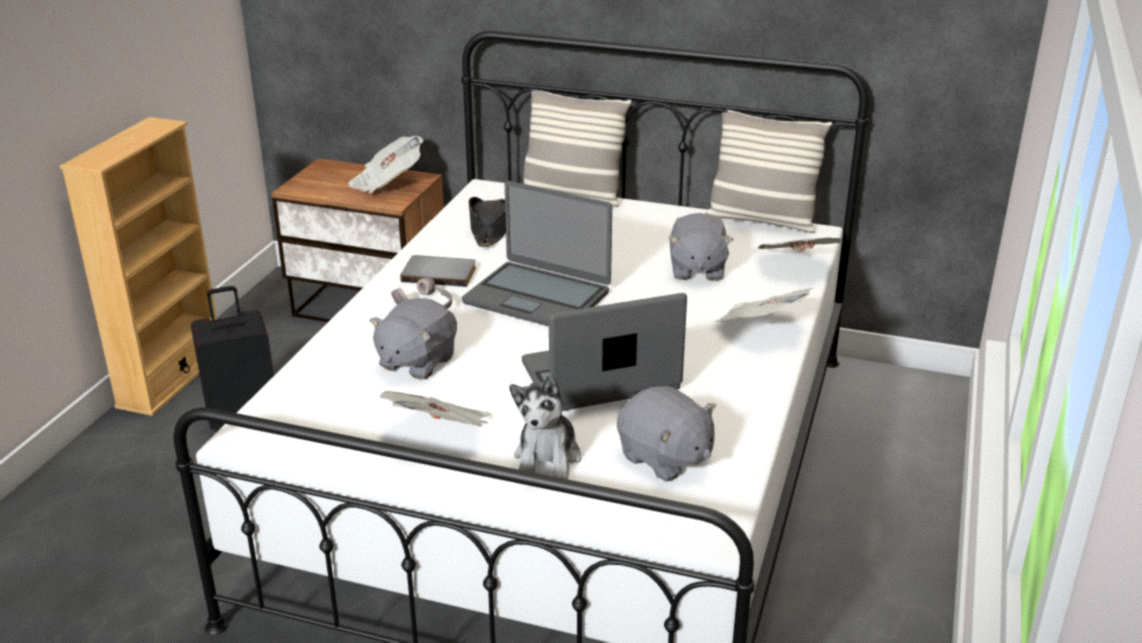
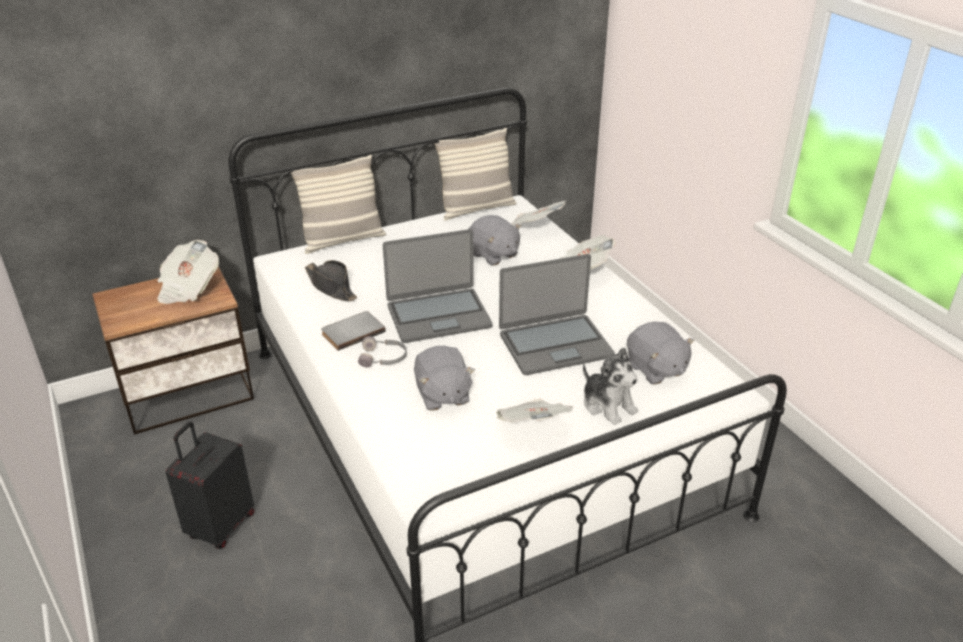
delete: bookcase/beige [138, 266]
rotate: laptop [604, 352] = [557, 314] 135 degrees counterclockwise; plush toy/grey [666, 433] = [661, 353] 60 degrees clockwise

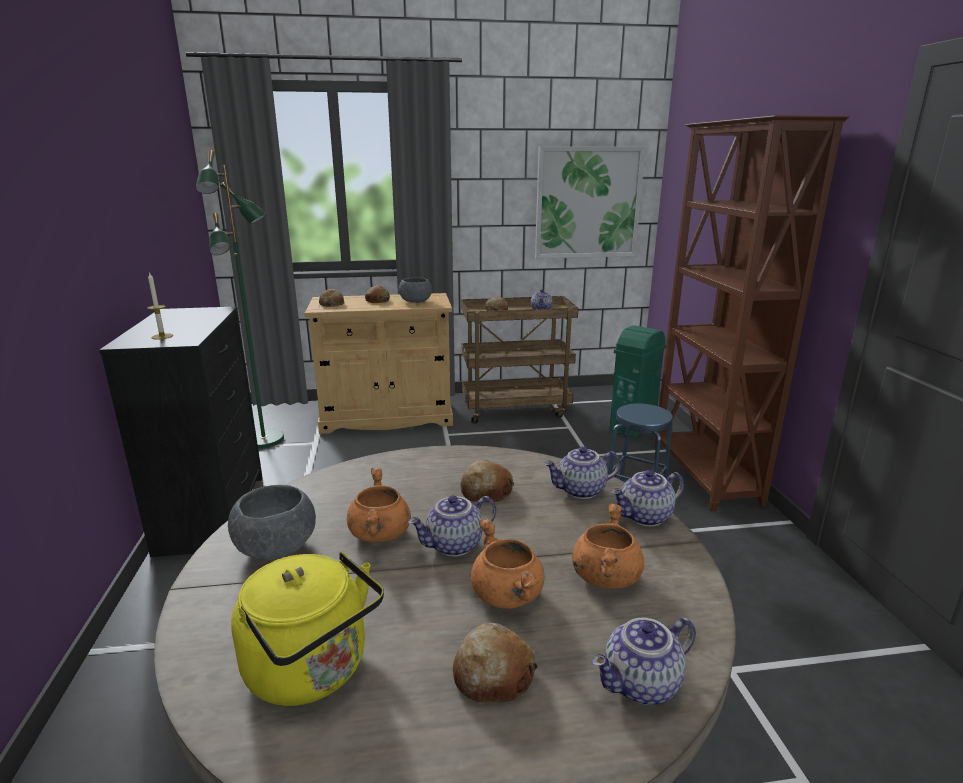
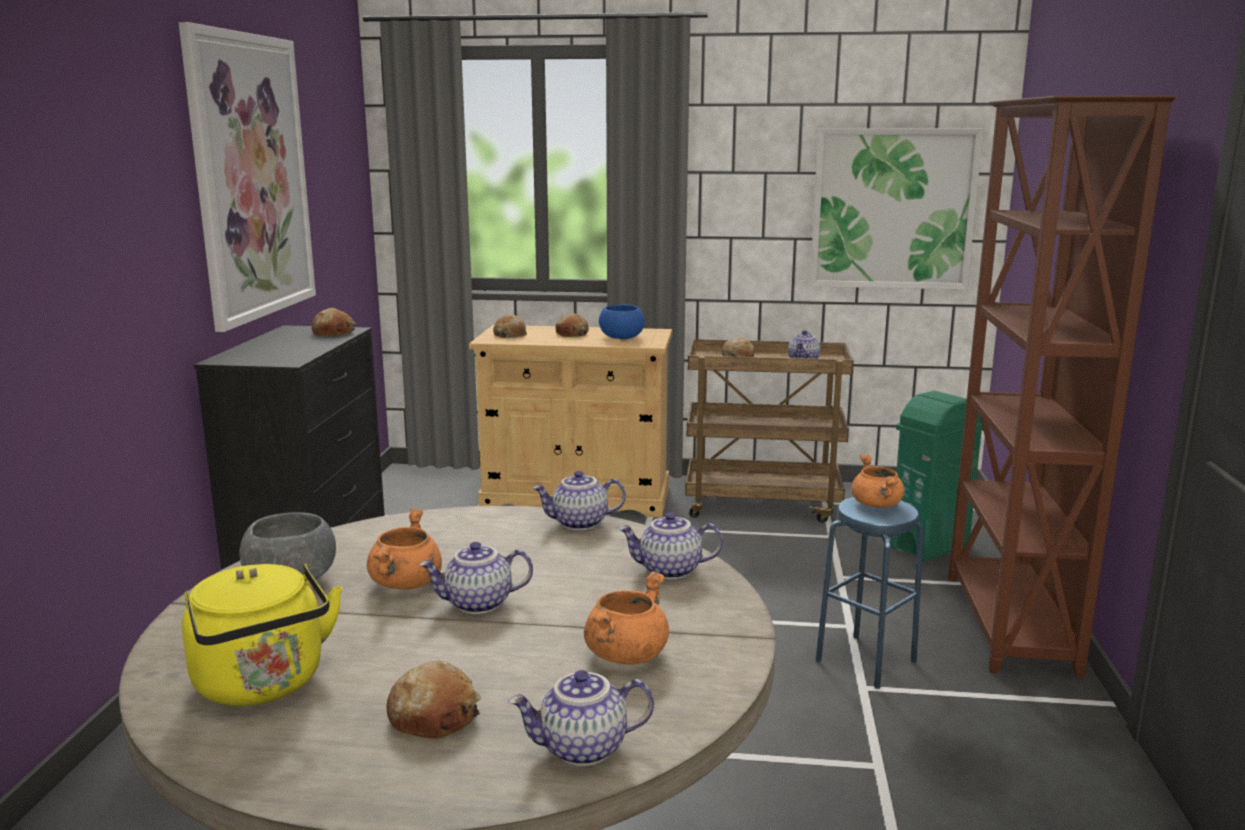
delete: candle [160, 306]; floor lamp/green [239, 299]
insert: picture [247, 177]
move: bread [487, 480] to [334, 322]; cooking pot/orange [508, 564] to [877, 481]; teapot [647, 498] to [579, 500]
recolor: bowl/grey [415, 290] to bowl/blue [622, 321]

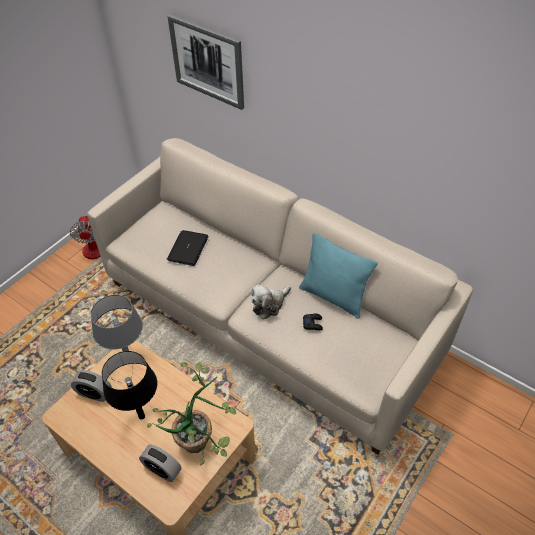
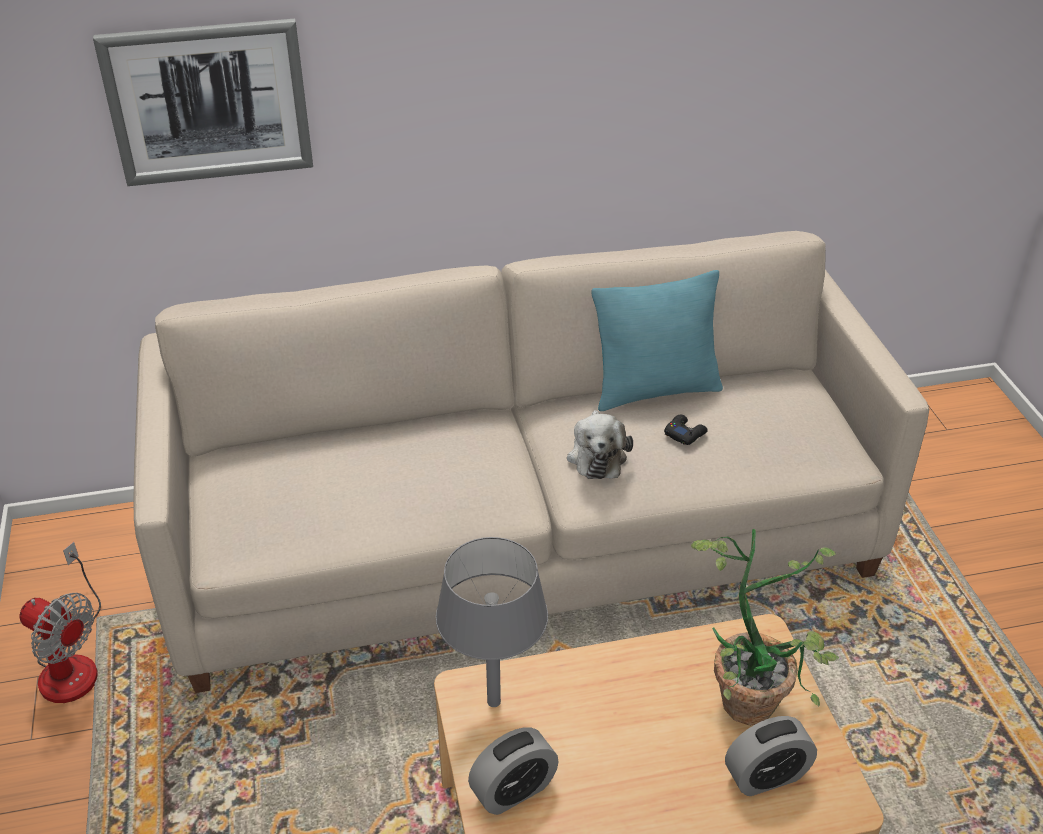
delete: table lamp/black [129, 385]; laptop [188, 248]

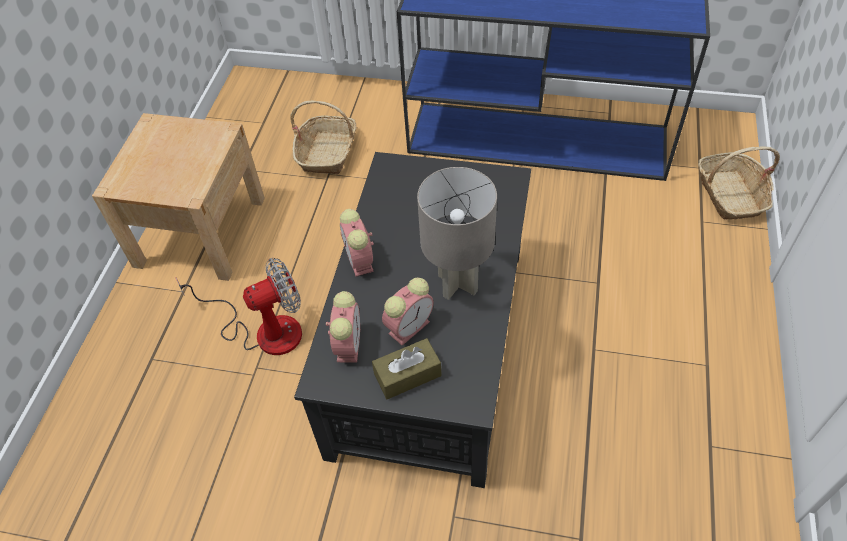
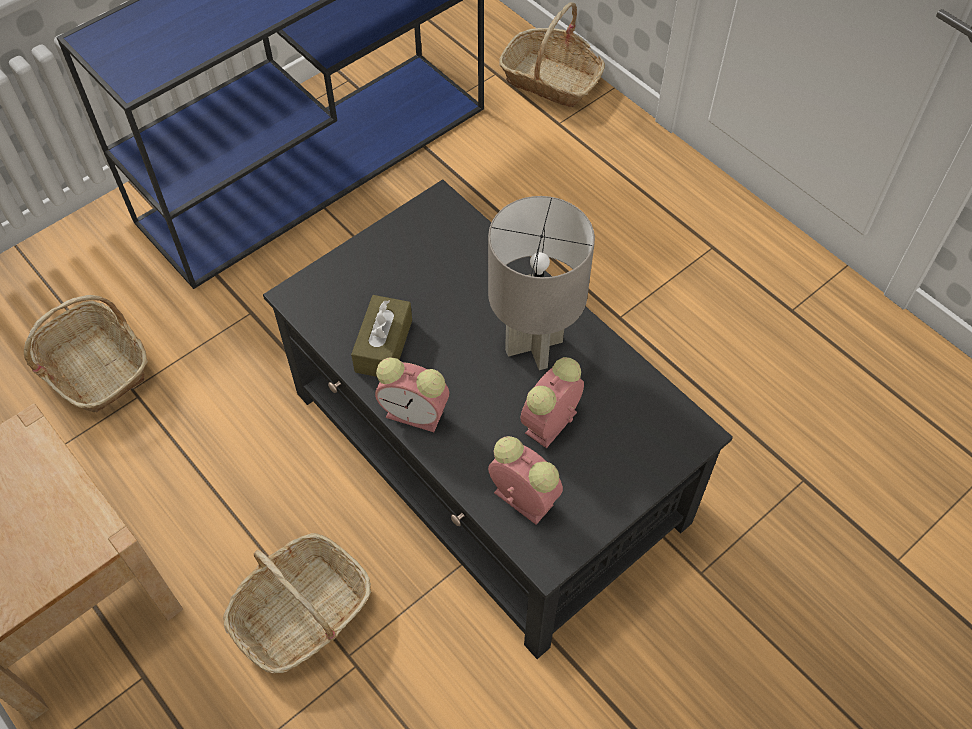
move: tissue box/brown [407, 368] to [381, 336]
replace: fan [238, 306] to basket [297, 603]
rotate: alarm clock [407, 312] = [552, 402] 135 degrees counterclockwise

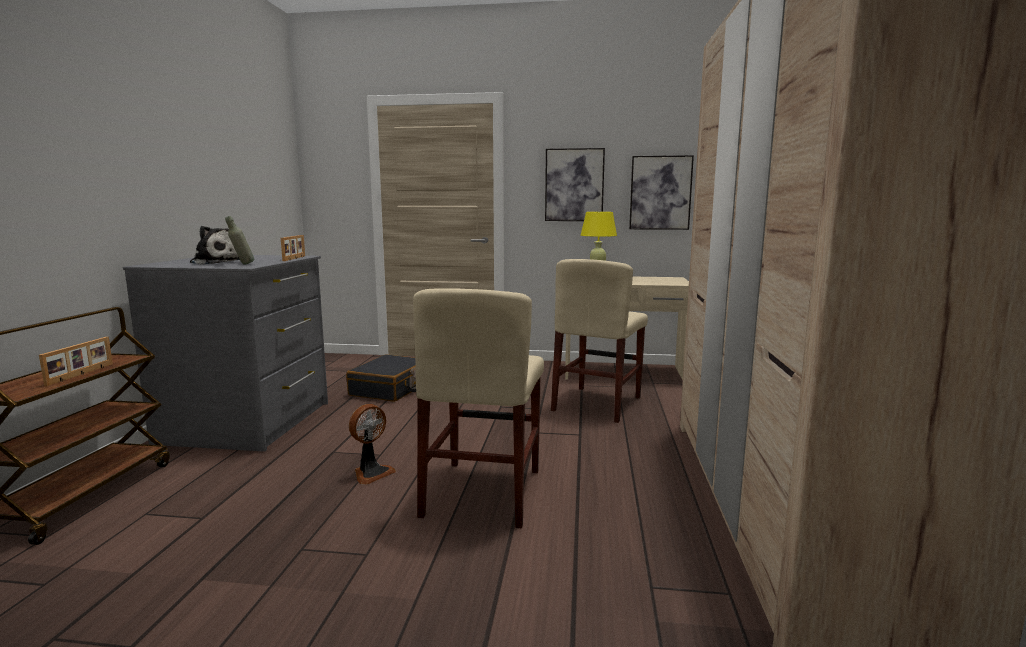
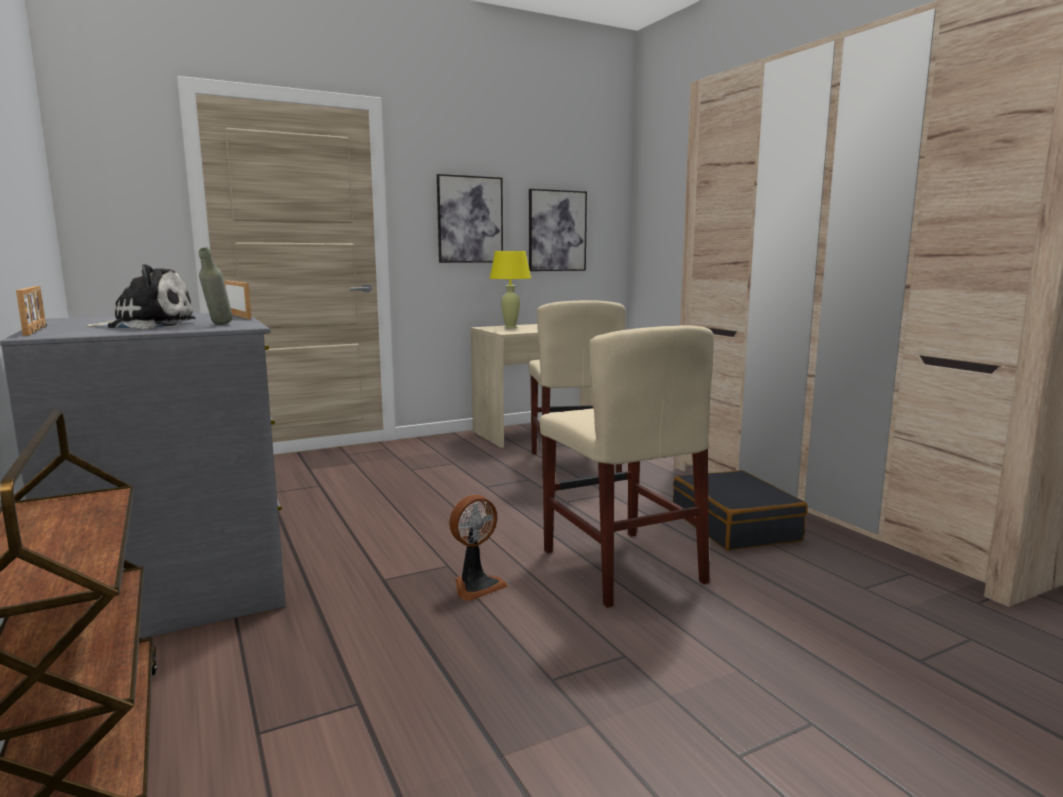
move: picture frame [76, 361] to [31, 311]; suitcase/black [381, 378] to [740, 510]
rotate: fan [372, 444] = [478, 548] 45 degrees clockwise

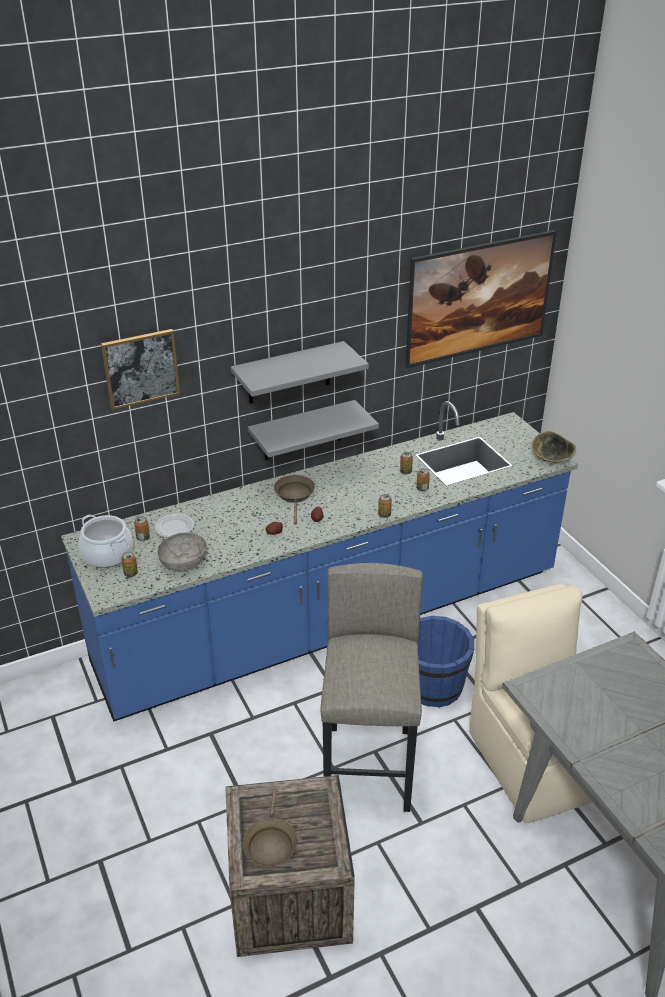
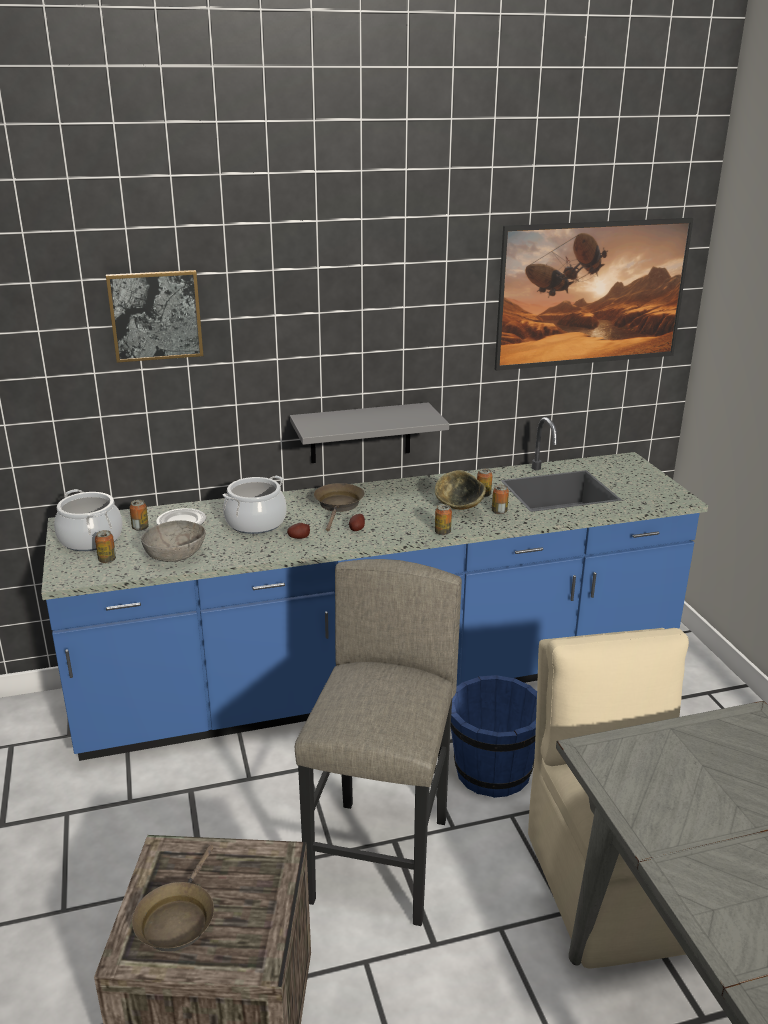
delete: shelf/grey [300, 372]
insert: cooking pot [254, 505]
move: bowl [554, 447] to [460, 490]

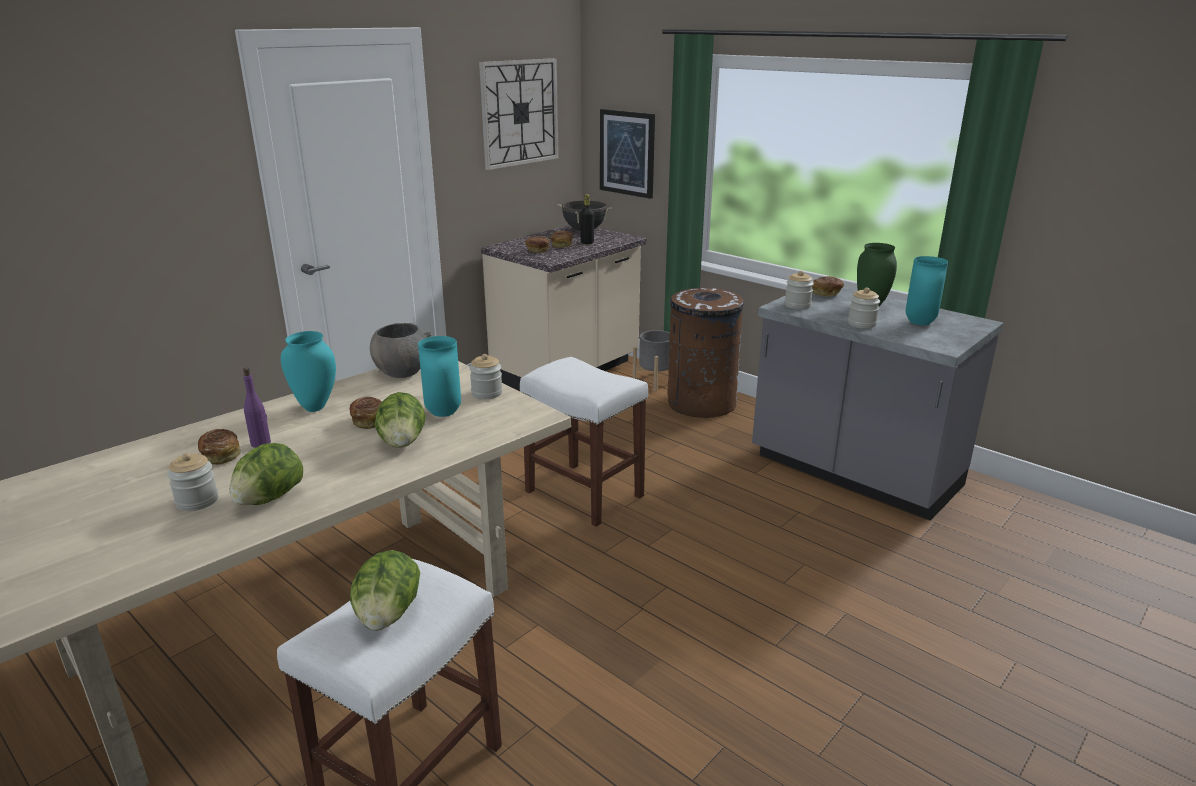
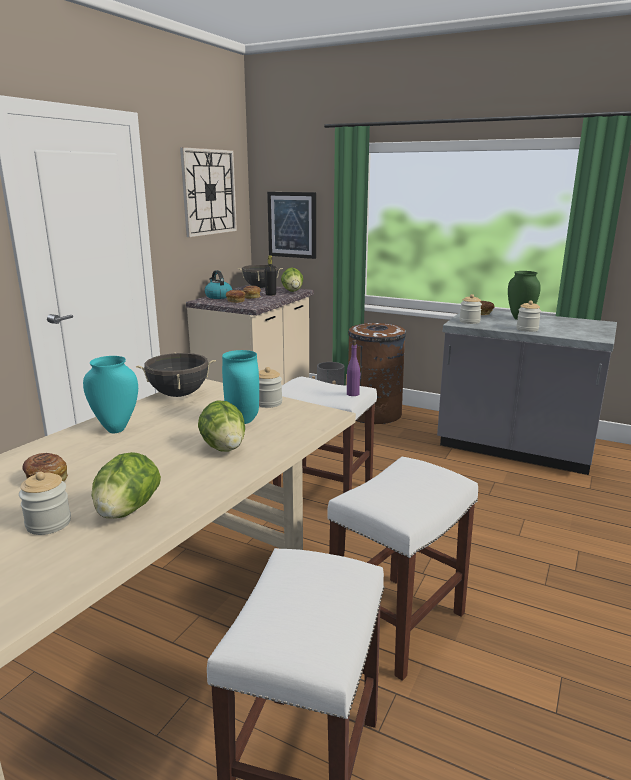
delete: bread [366, 413]; vase/turquoise [926, 290]
insert: kettle [218, 284]; stool/white [402, 569]
move: bottle/purple [257, 408] to [354, 368]; lettuce [385, 590] to [292, 279]
replace: bowl/grey [401, 350] to cooking pot/black [176, 374]

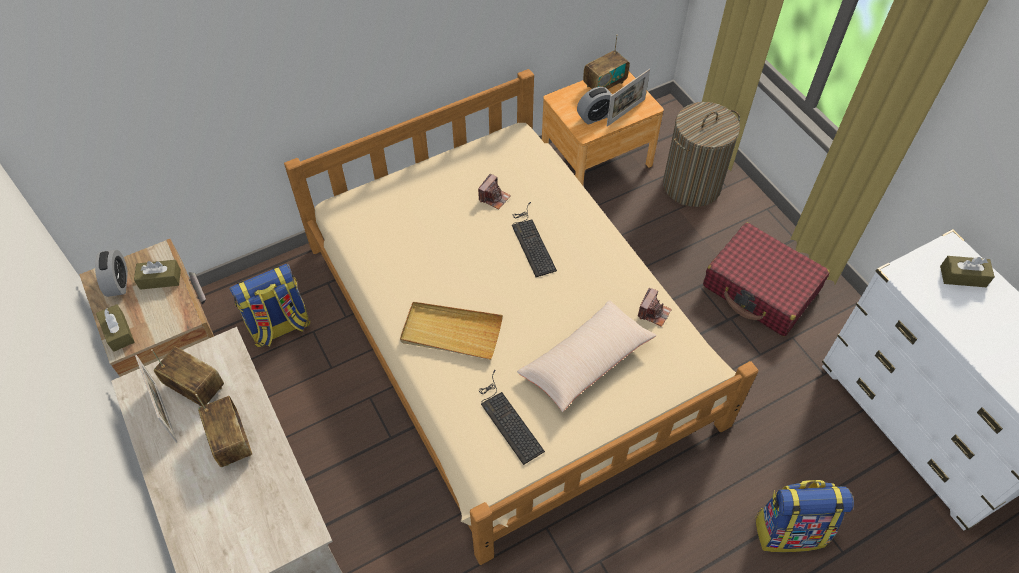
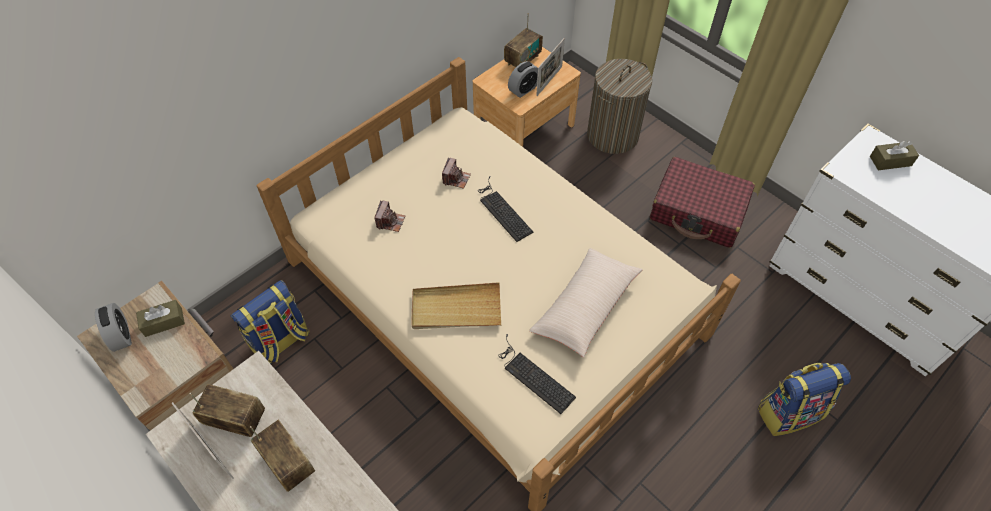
delete: tissue box/brown [115, 328]
move: photo camera [655, 307] to [389, 216]

